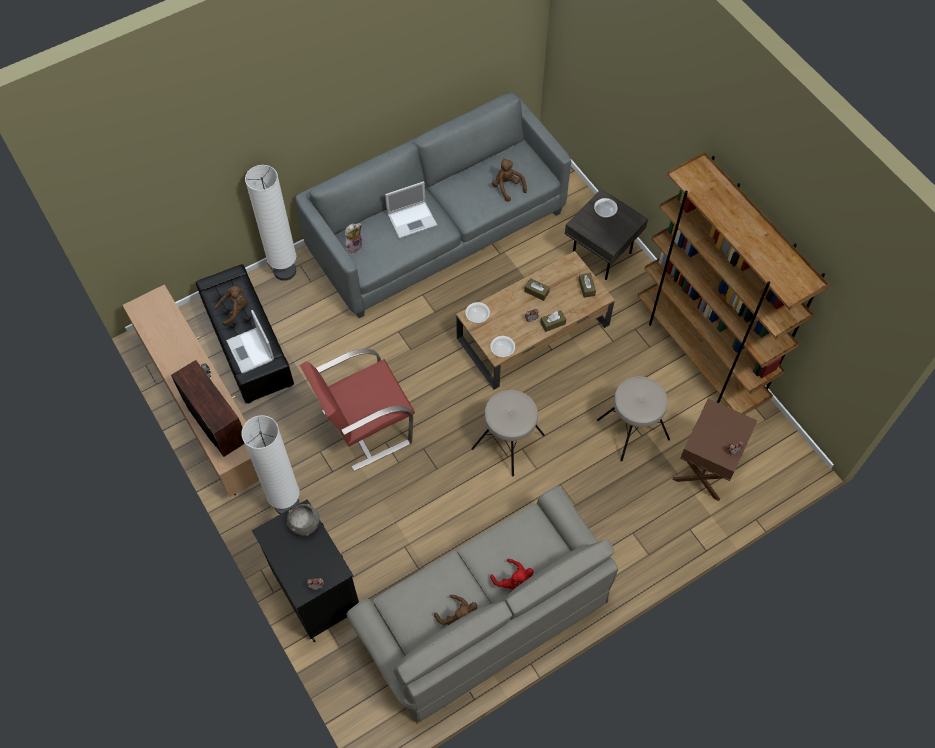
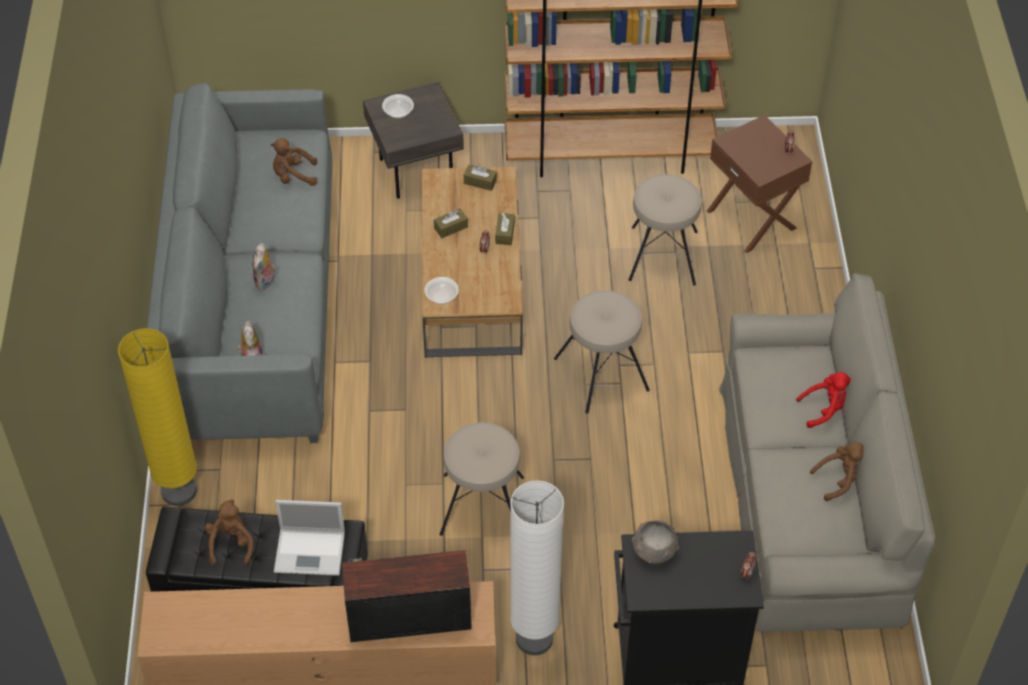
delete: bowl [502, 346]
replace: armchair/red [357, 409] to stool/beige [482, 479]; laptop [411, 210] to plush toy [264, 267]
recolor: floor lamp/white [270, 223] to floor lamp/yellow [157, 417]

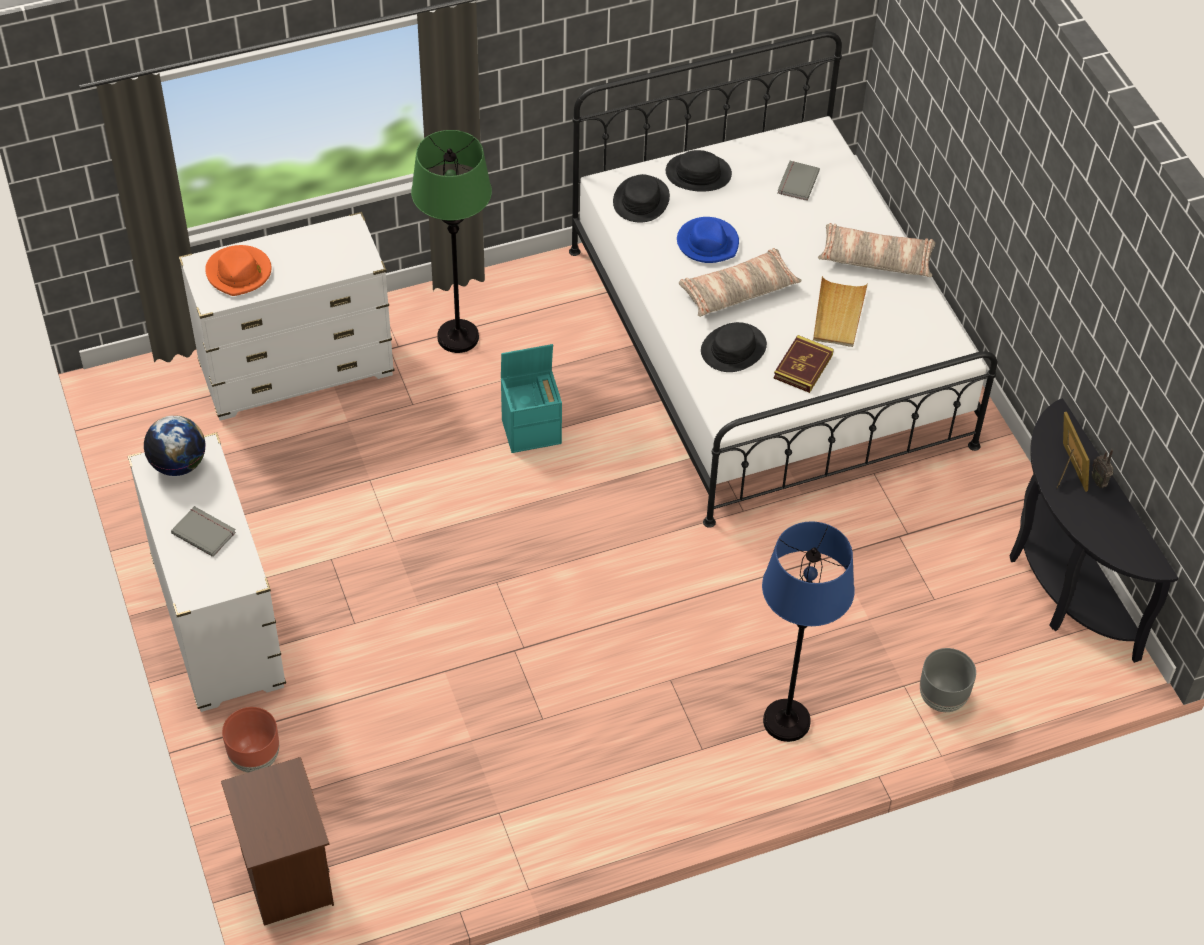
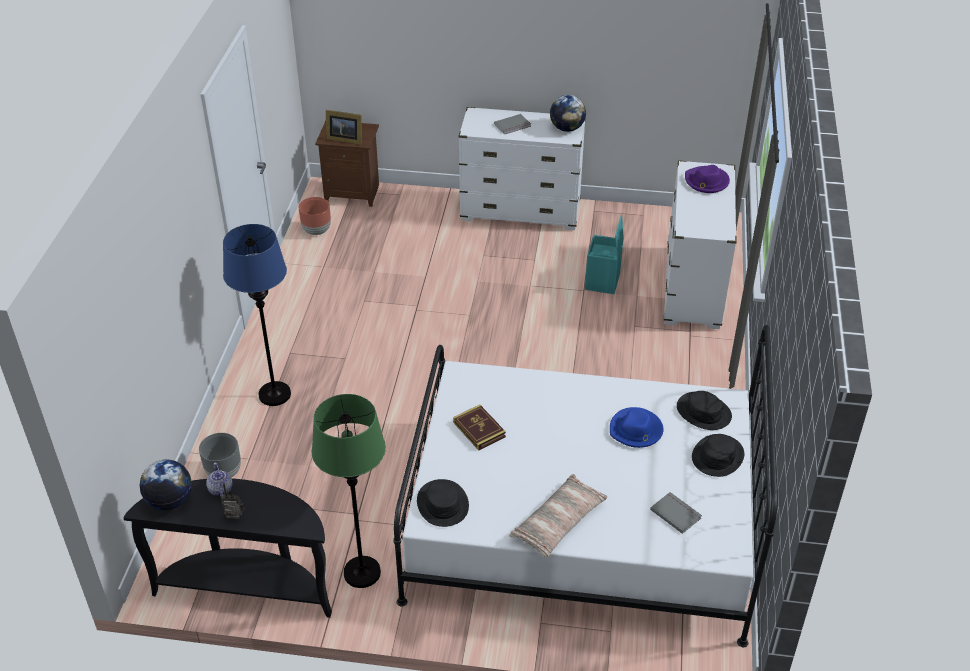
delete: pillow [740, 282]; tray/beige [840, 311]
insert: globe [166, 484]; teapot [219, 480]
move: planter/brown [250, 740] to [315, 216]; floor lamp/green [451, 241] to [349, 491]; storage box/turquoise [531, 398] to [604, 254]; hat/black [734, 347] to [443, 503]; picture frame [1073, 452] to [344, 127]
recolor: hat/orange [238, 270] to hat/purple [707, 179]

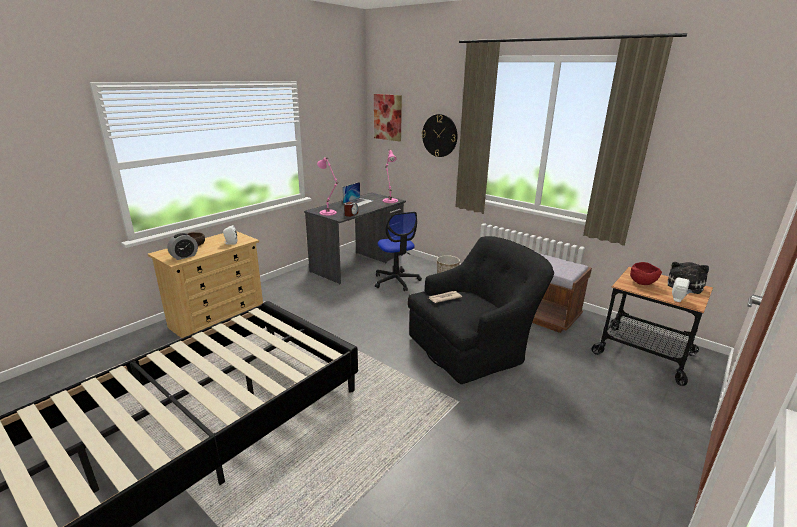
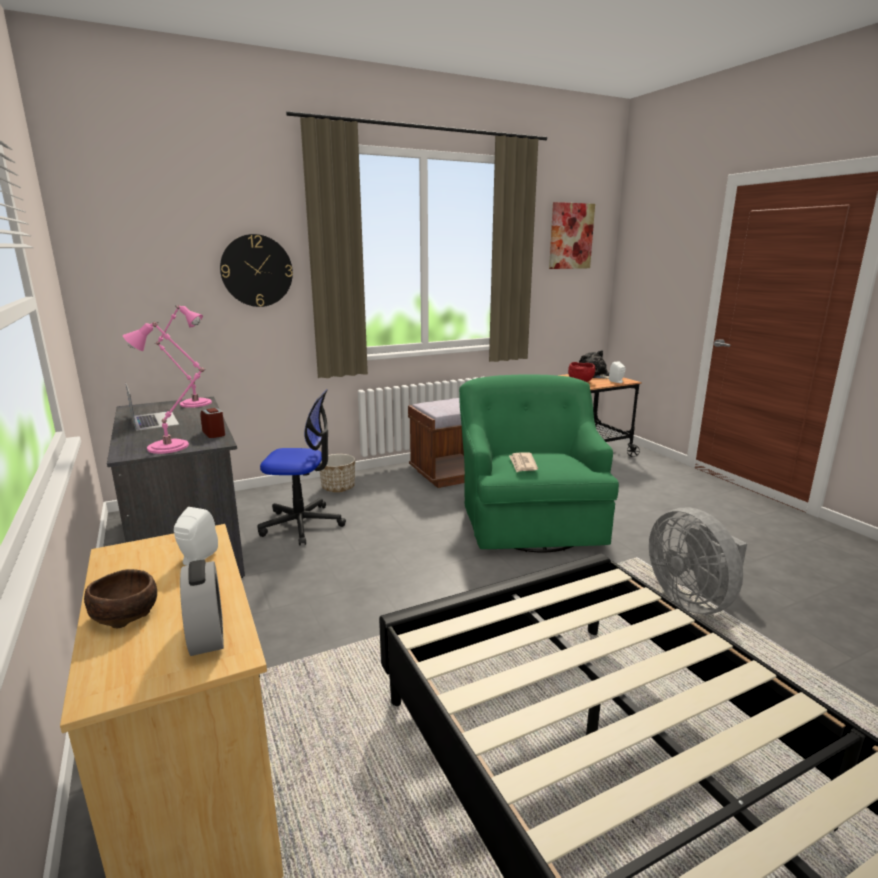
insert: fan/grey [698, 560]
move: picture [388, 118] to [572, 235]
recolor: armchair/black [481, 310] to armchair/green [539, 463]

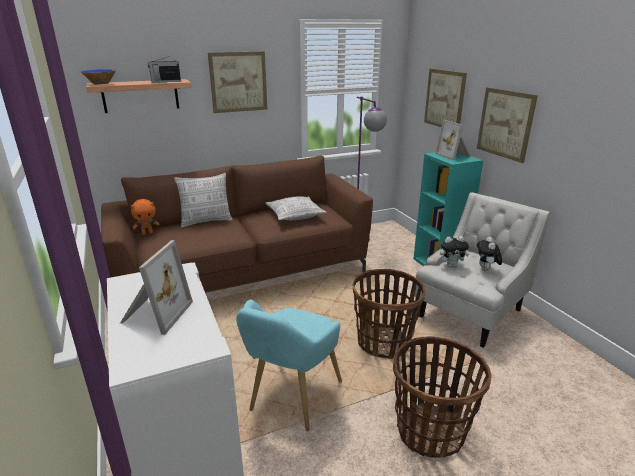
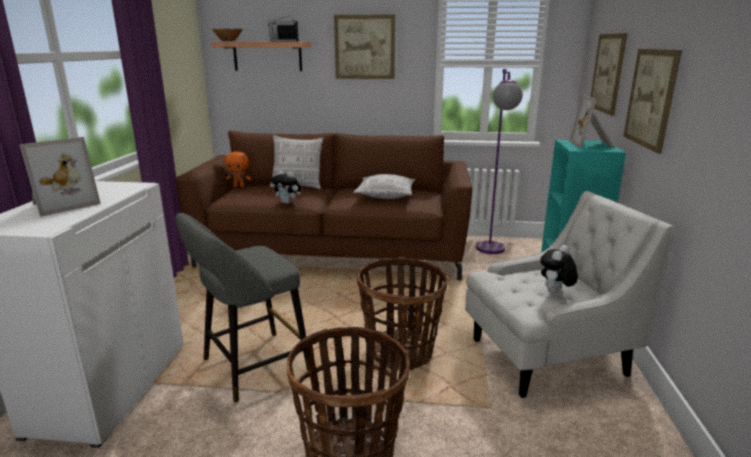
move: plush toy [454, 251] to [286, 187]
replace: armchair/turquoise [289, 365] to stool/grey [242, 307]

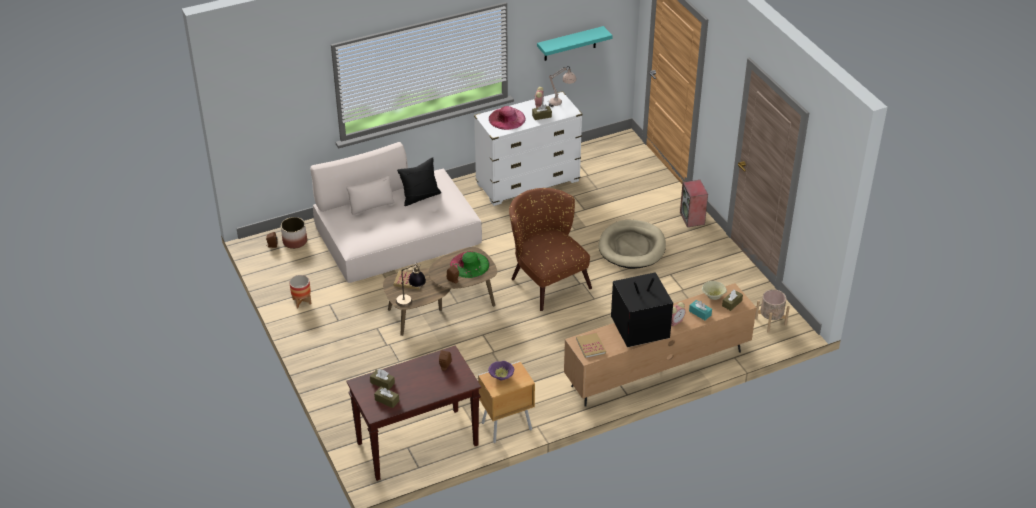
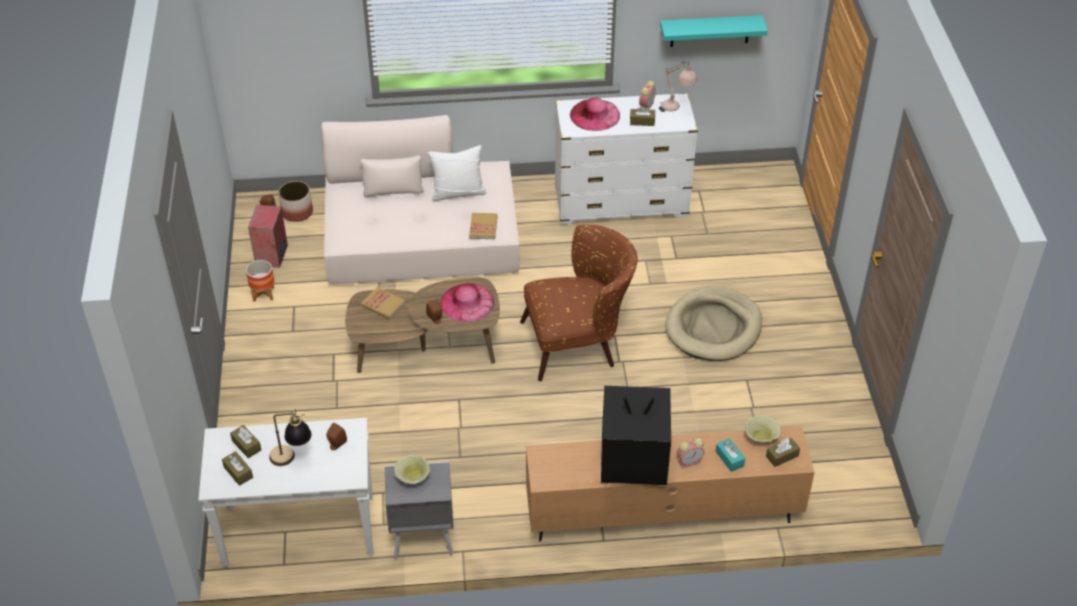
delete: planter/beige [772, 311]
move: table lamp [411, 285] to [290, 437]; book [591, 345] to [483, 226]; speaker [694, 203] to [268, 236]
recolor: console table/brown [413, 413] to console table/white [286, 492]; pillow/black [419, 181] to pillow/white [457, 173]; hat/green [470, 264] to hat/pink [467, 302]; nightstand/brown [506, 402] to nightstand/grey [419, 510]; bowl/purple [501, 370] to bowl/beige [412, 469]
rotate: armchair/brown [550, 249] = [578, 303] 90 degrees clockwise

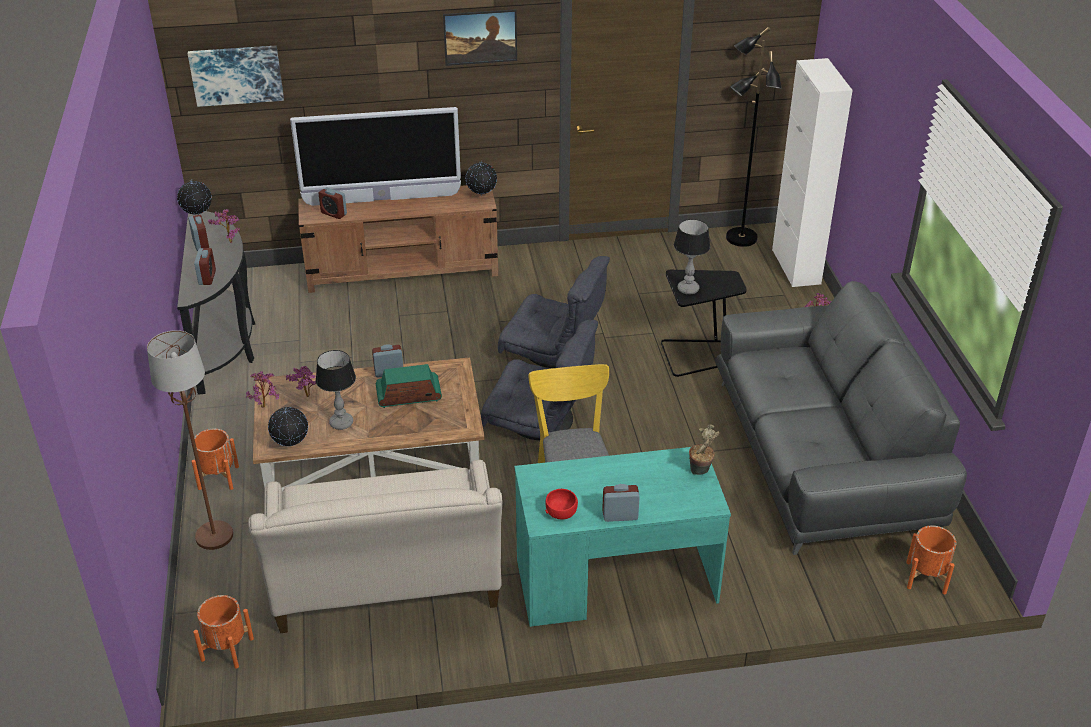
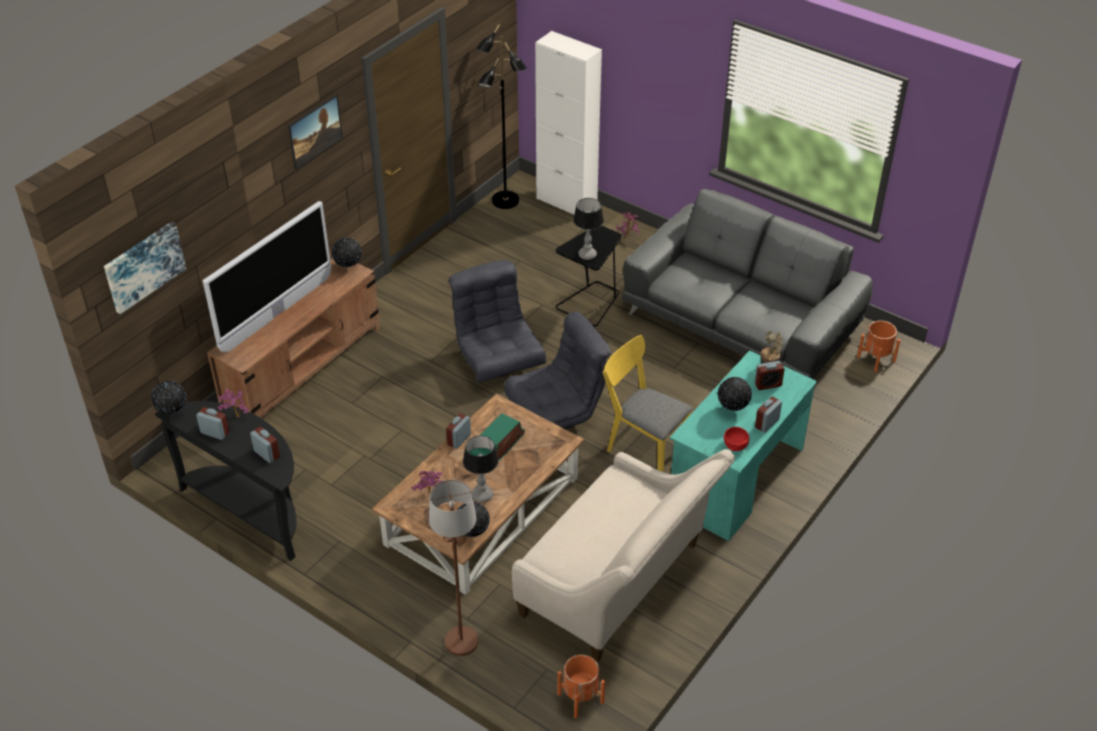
delete: planter/orange [215, 459]; potted plant [263, 389]
insert: globe [735, 394]
move: alarm clock [332, 203] to [769, 375]
rotate: armchair/grey [554, 312] = [497, 321] 90 degrees counterclockwise

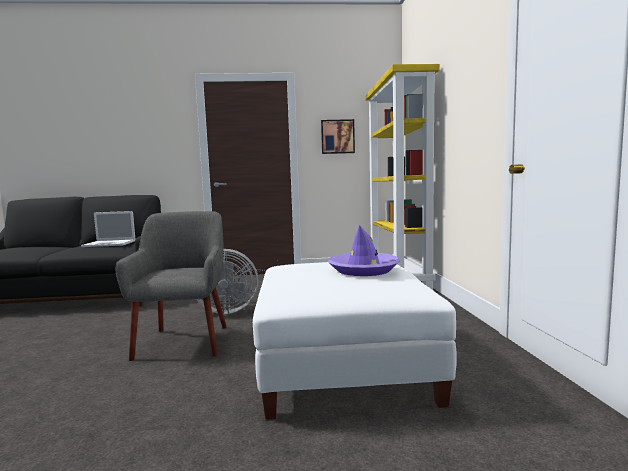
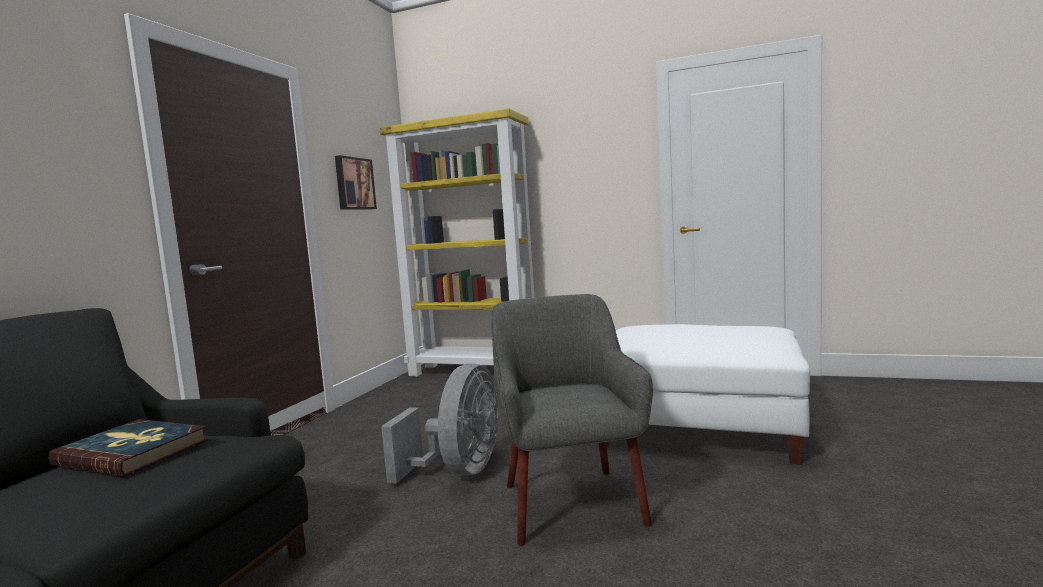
delete: hat/purple [364, 250]
replace: laptop [108, 229] to book [128, 447]
rotate: armchair/grey [171, 286] = [572, 420] 60 degrees clockwise

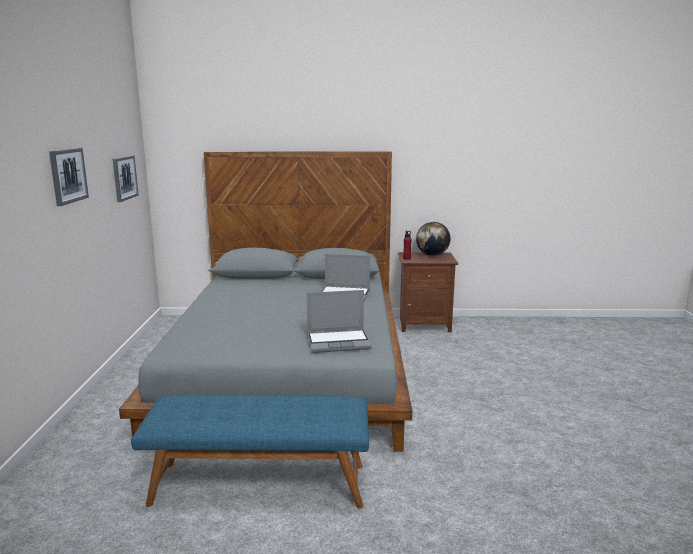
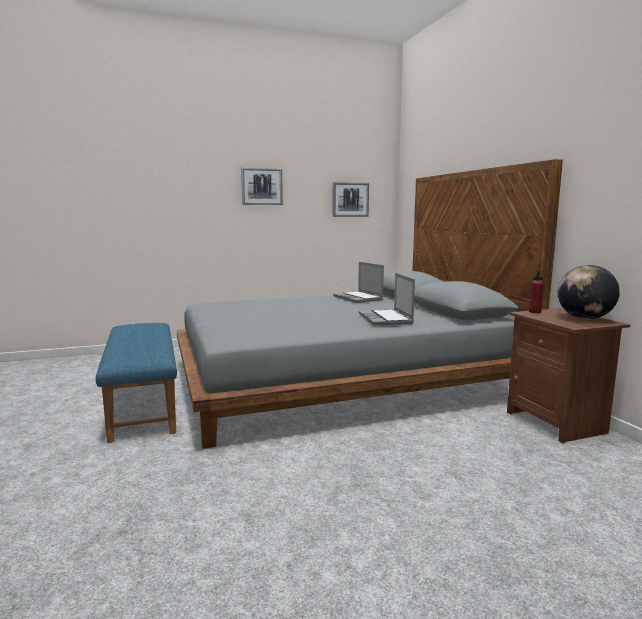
move: laptop [339, 321] to [358, 282]

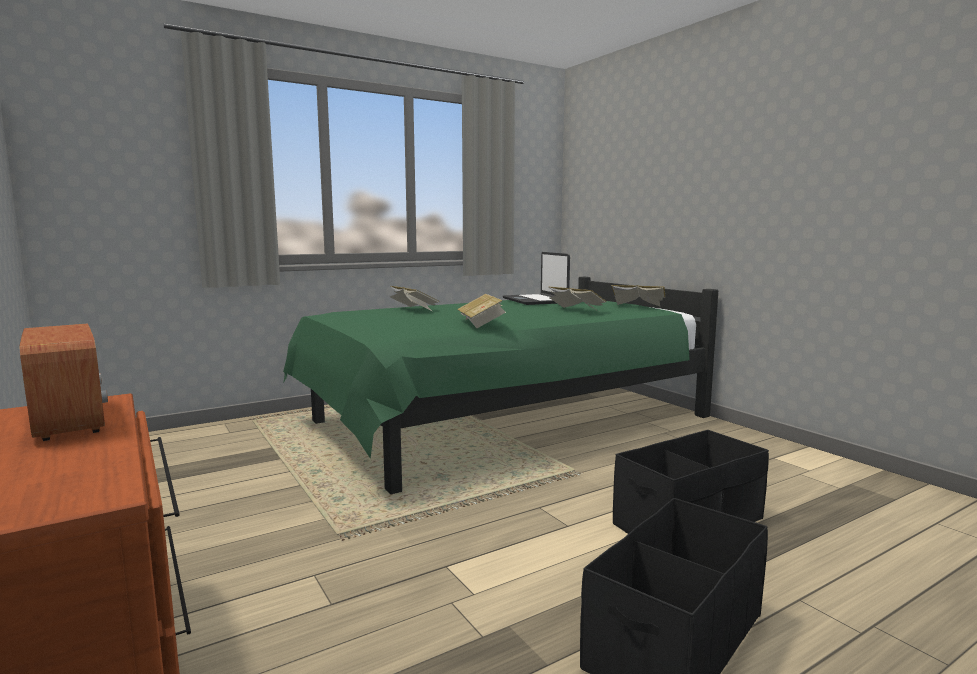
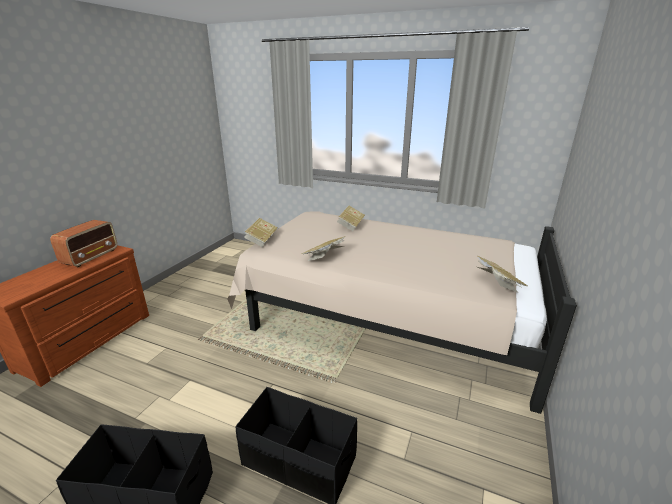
delete: laptop [536, 278]
move: book [578, 299] to [261, 232]
recolor: bed/green [500, 385] to bed/beige [402, 313]

